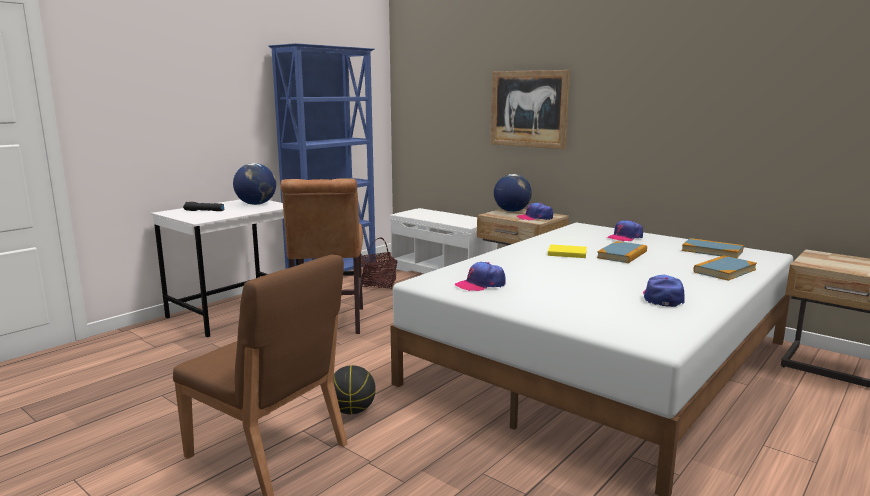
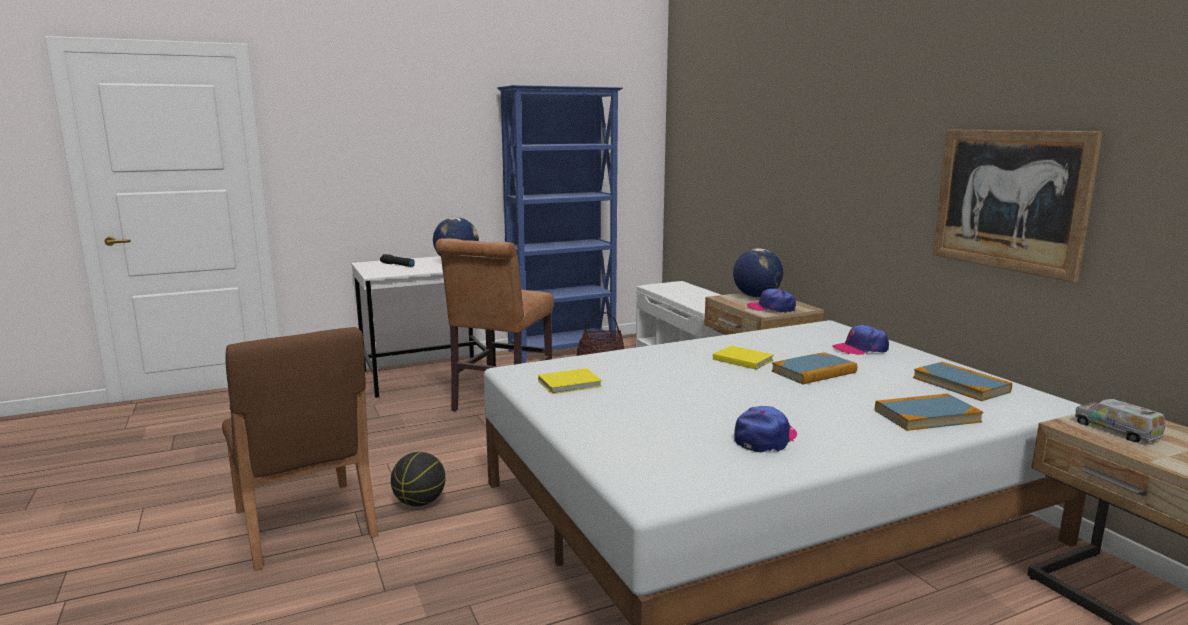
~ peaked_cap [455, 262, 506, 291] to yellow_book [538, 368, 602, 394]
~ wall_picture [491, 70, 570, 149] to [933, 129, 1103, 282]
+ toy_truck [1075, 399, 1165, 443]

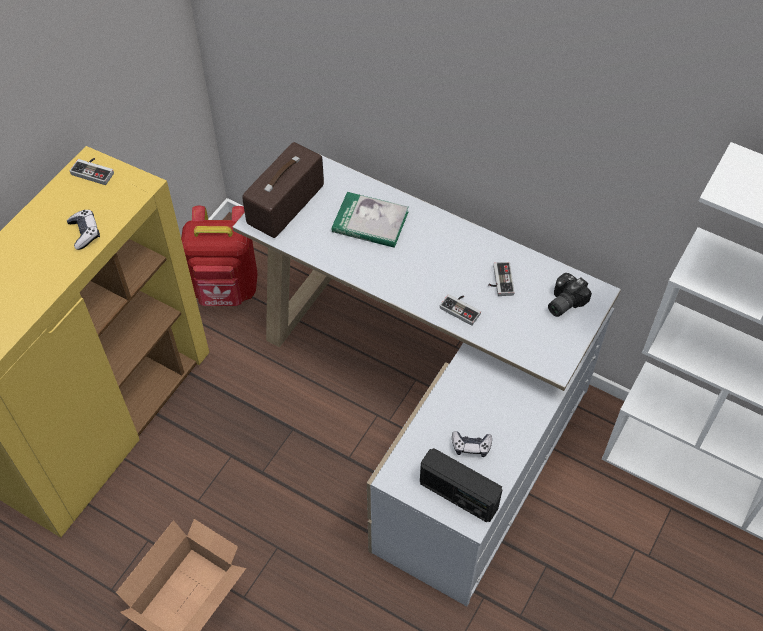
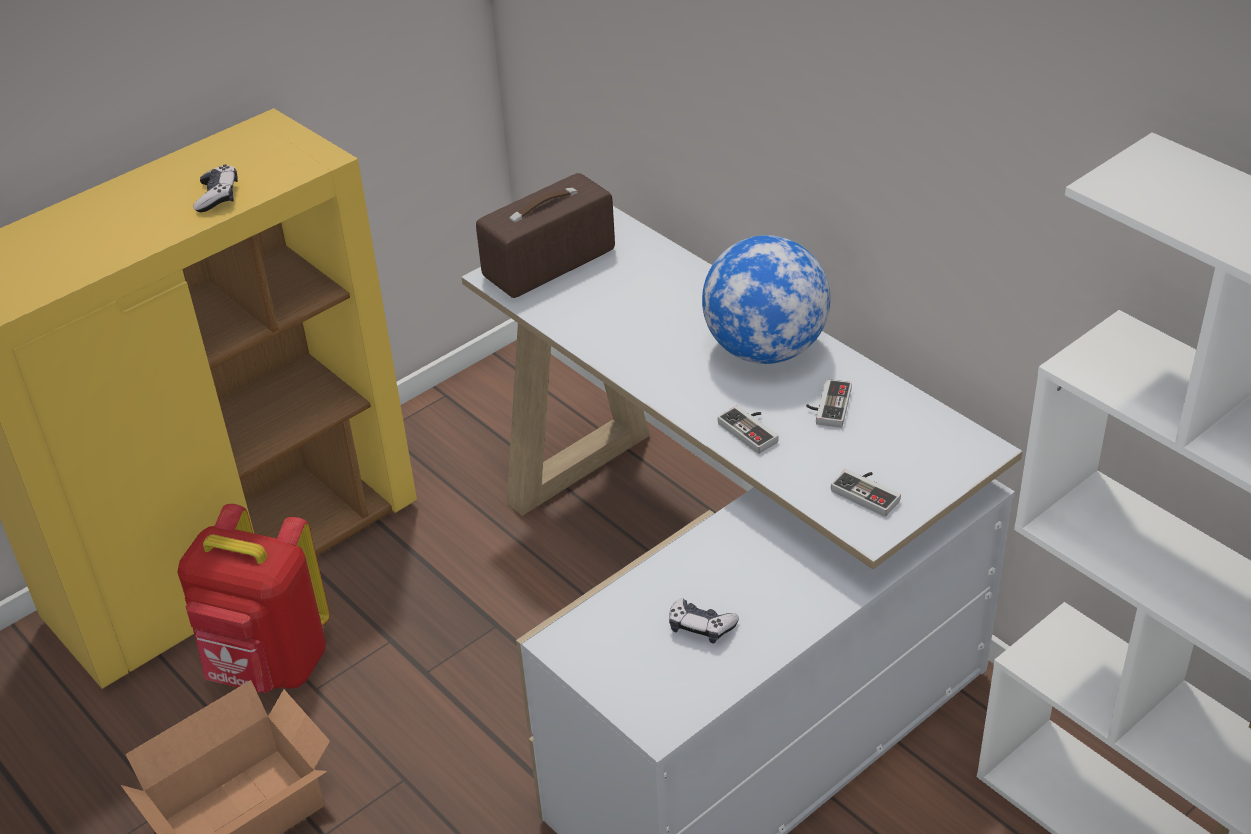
~ gamepad [70, 158, 114, 185] to [831, 469, 901, 517]
~ red-coloured_knapsack [181, 206, 258, 306] to [177, 504, 330, 693]
- book [332, 192, 409, 248]
- radio [420, 448, 502, 522]
- still_camera [548, 273, 592, 317]
+ desk_globe [702, 235, 830, 364]

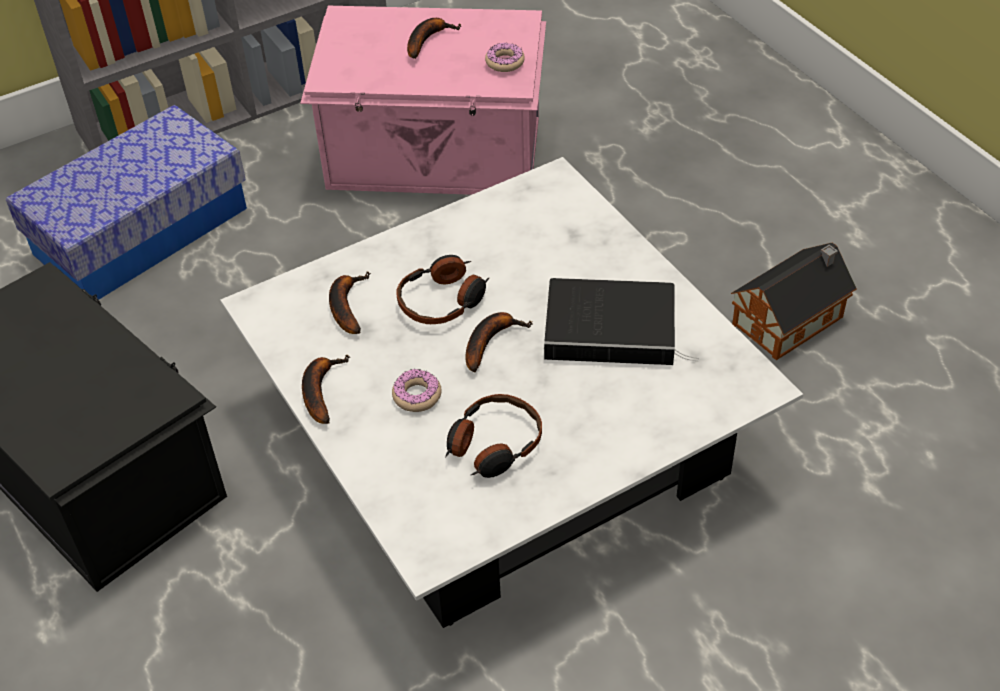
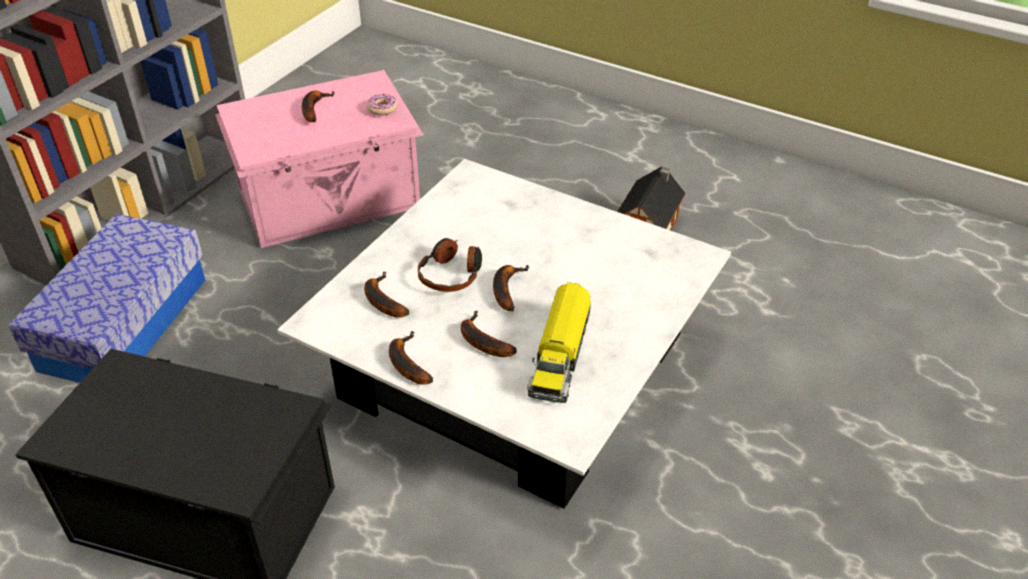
~ ring_doughnut [392, 369, 442, 412] to whole_banana [461, 310, 517, 357]
~ headphones [445, 394, 542, 478] to toy_truck [527, 282, 591, 403]
- book [544, 278, 699, 365]

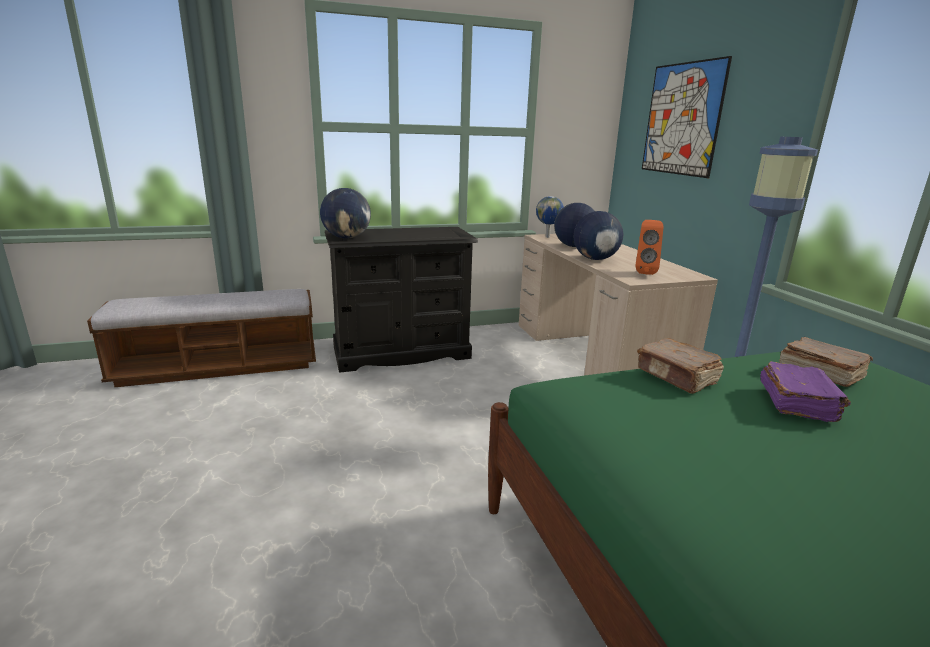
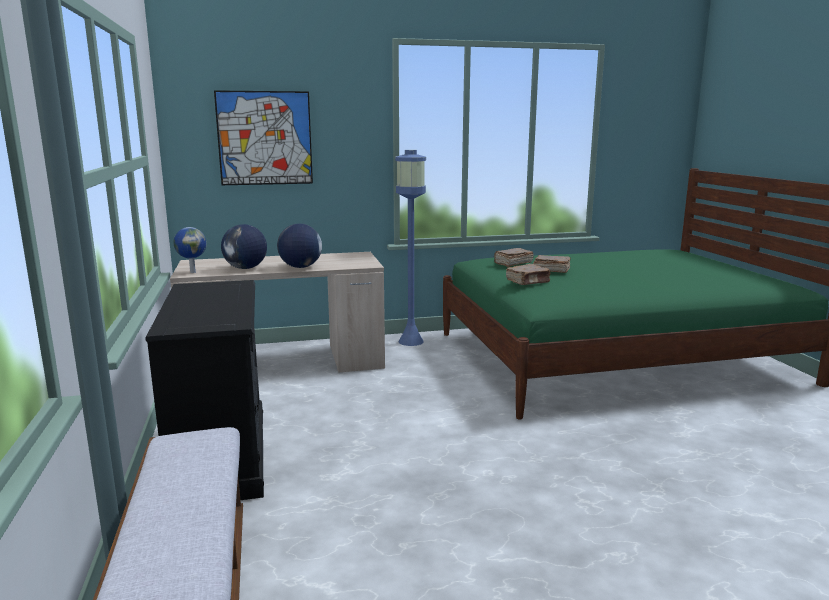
- desk_globe [320, 188, 371, 239]
- orangey_speaker [636, 220, 663, 275]
~ purplish_book [760, 361, 851, 422] to brownish_book [533, 255, 571, 273]

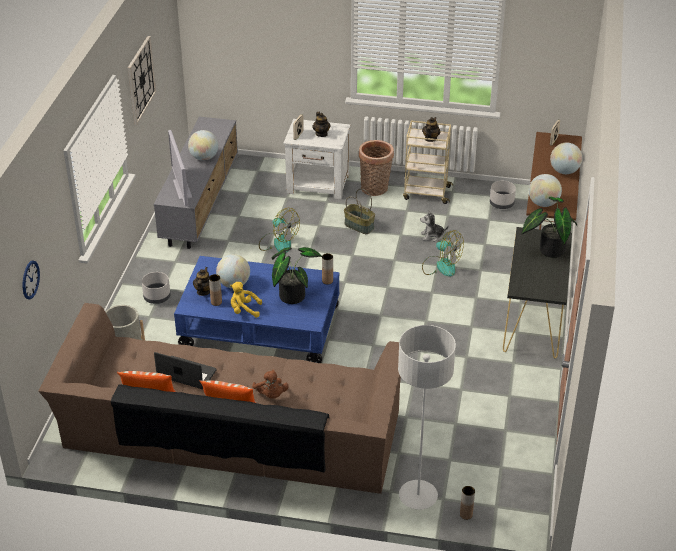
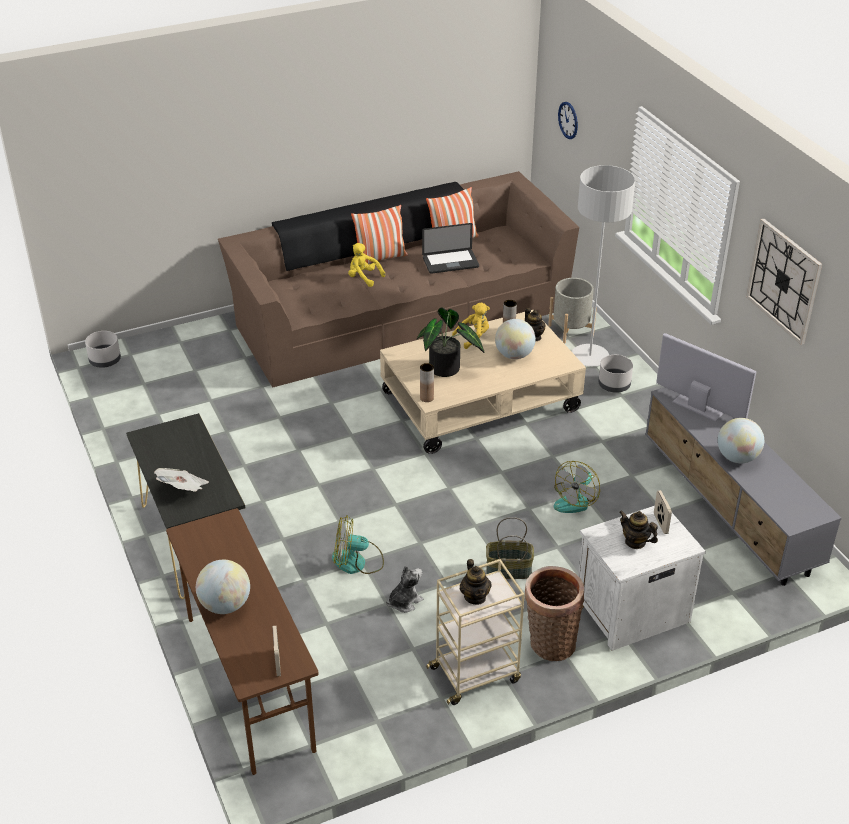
~ blue-coloured_low_table [174, 256, 339, 363] to sand-coloured_low_table [380, 310, 586, 454]
~ brownish_soft_toy [252, 370, 289, 399] to yellow_soft_toy [348, 243, 385, 287]
~ electric_fan [259, 208, 300, 253] = [553, 461, 600, 513] 60 degrees counterclockwise
~ grey_floor_lamp [398, 325, 456, 510] to [572, 165, 636, 367]
- brownish_decorative_vase [460, 486, 475, 520]
~ grey_flower_pot [490, 181, 516, 209] to [85, 331, 121, 368]
~ houseplant [521, 197, 577, 258] to daily_paper [154, 468, 209, 492]
- desk_globe [529, 174, 562, 207]

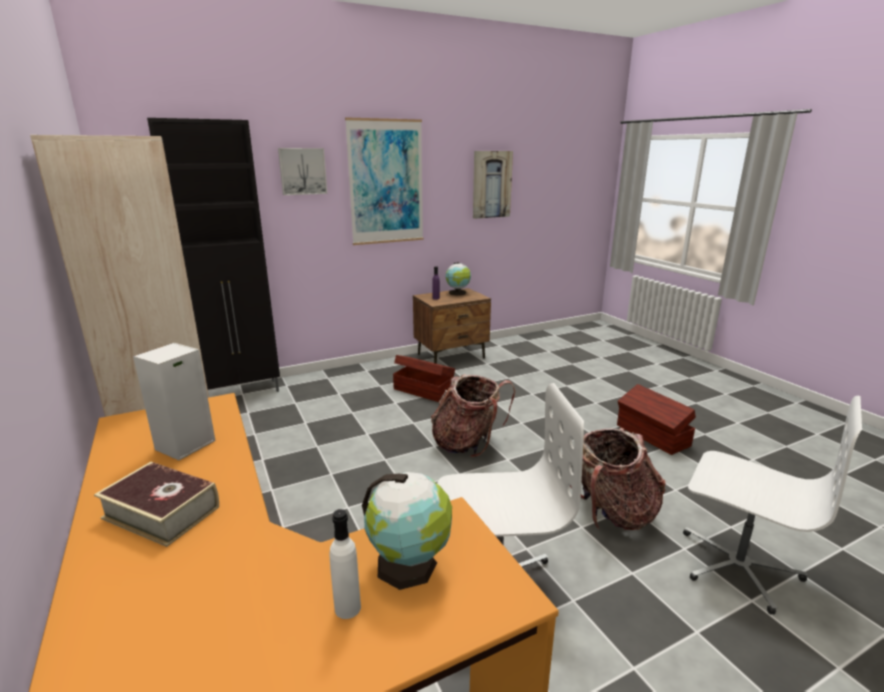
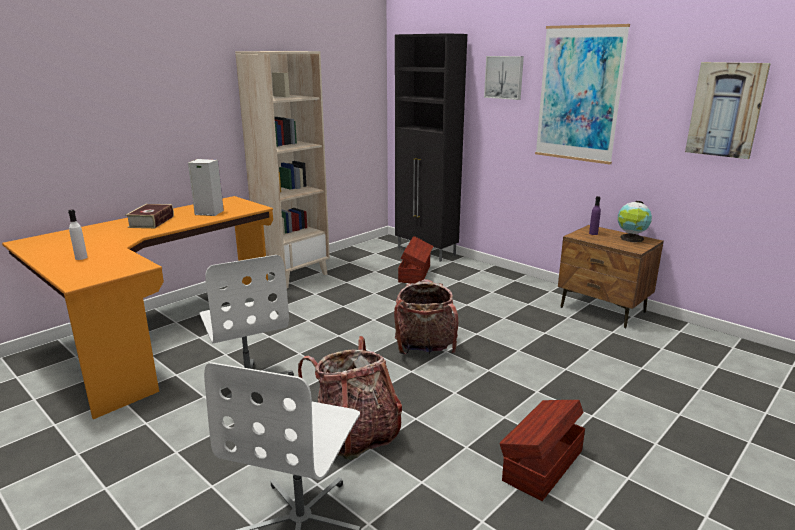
- desk_globe [362, 472, 452, 590]
~ brownish_storage_box [393, 355, 455, 402] to [398, 236, 434, 284]

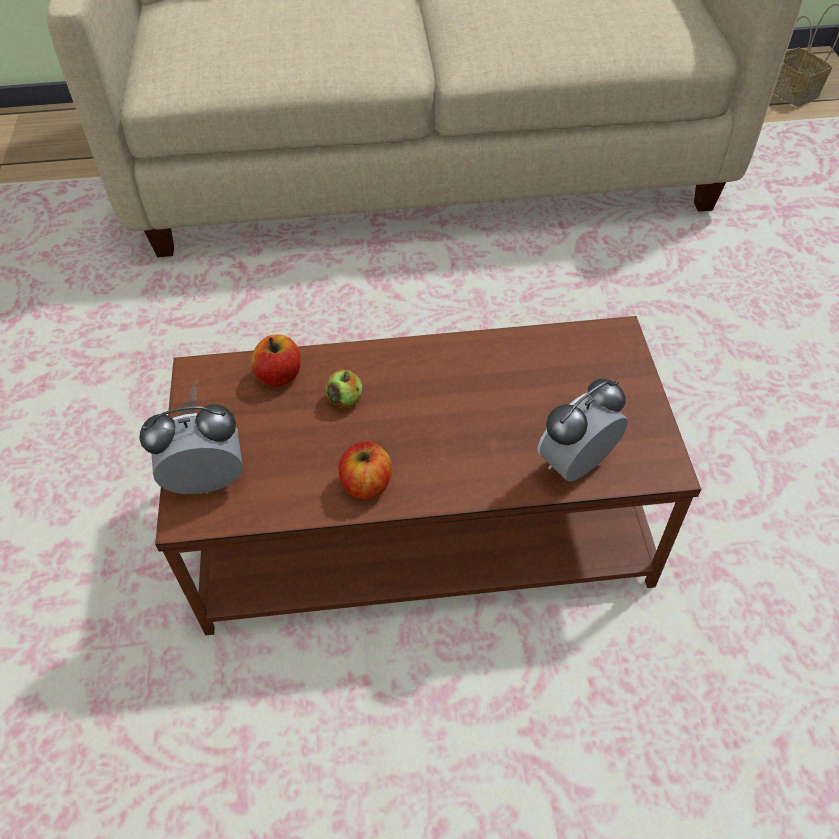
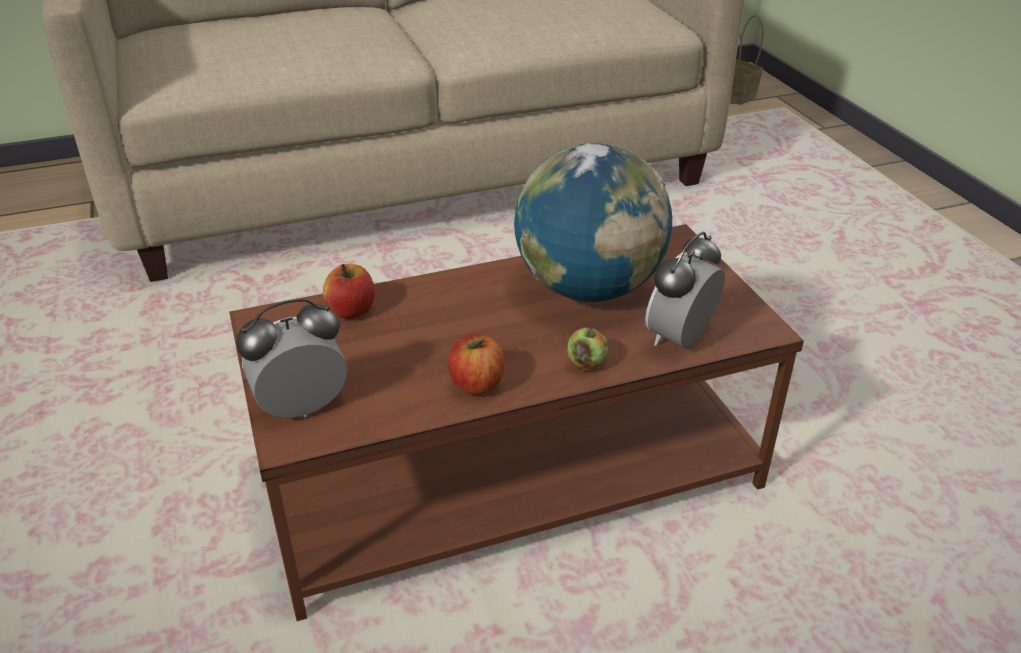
~ whole_apple [326, 370, 363, 408] to [567, 326, 608, 371]
+ desk_globe [514, 143, 672, 302]

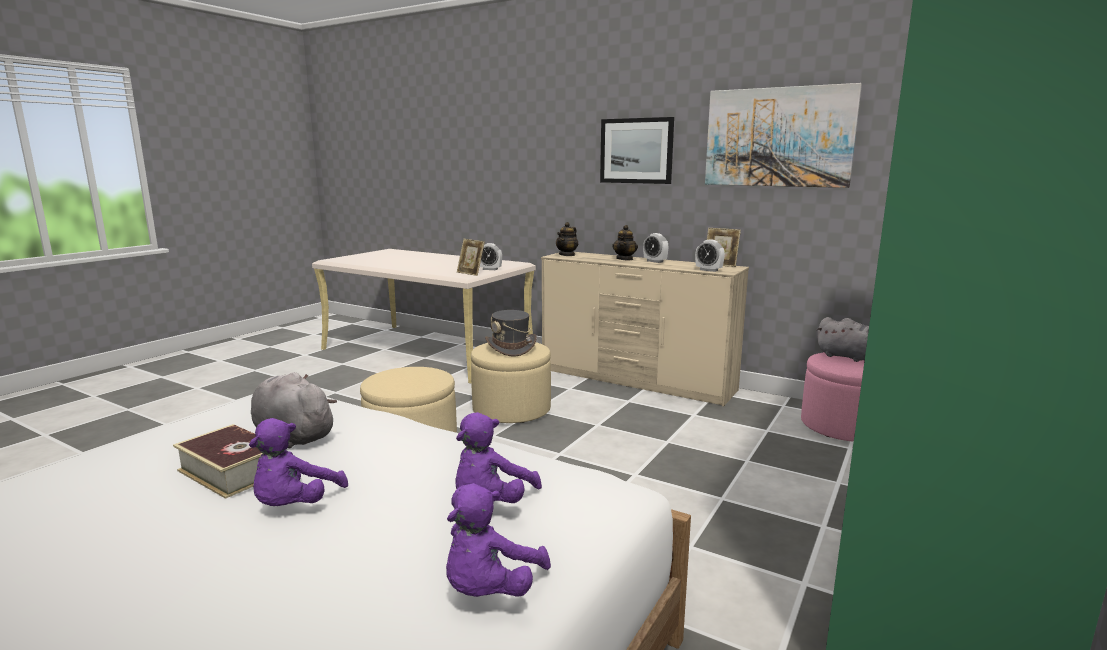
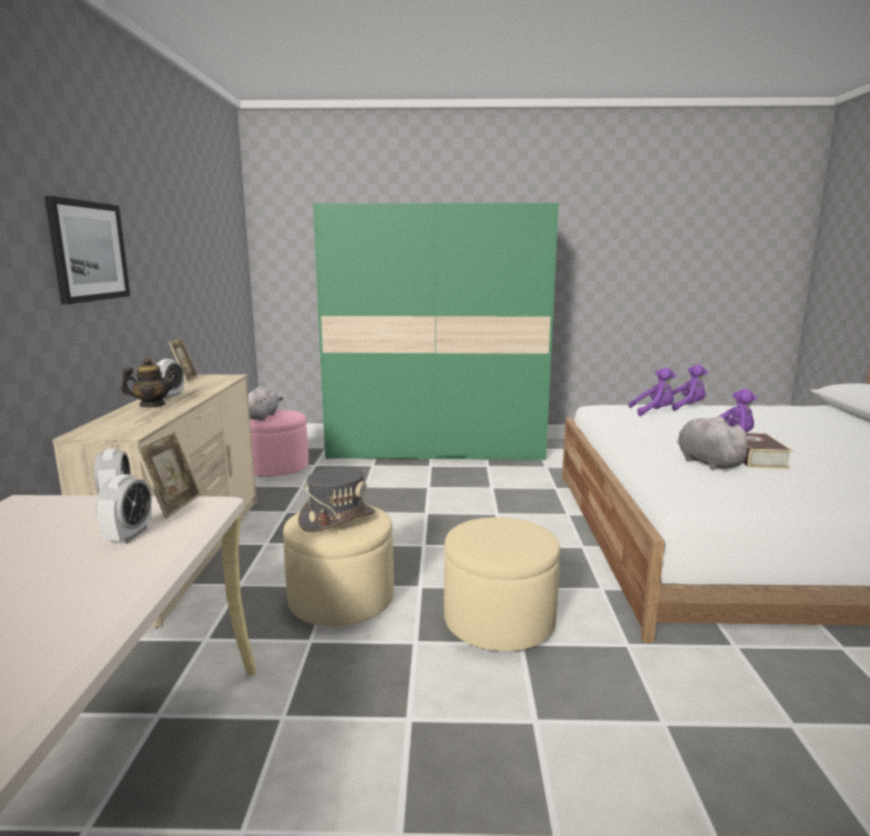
~ grey_soft_toy [251, 372, 337, 448] = [677, 416, 754, 470] 150 degrees clockwise
- teapot [556, 222, 578, 256]
~ table_clock [695, 239, 725, 272] to [96, 474, 152, 544]
- wall_picture [705, 83, 862, 188]

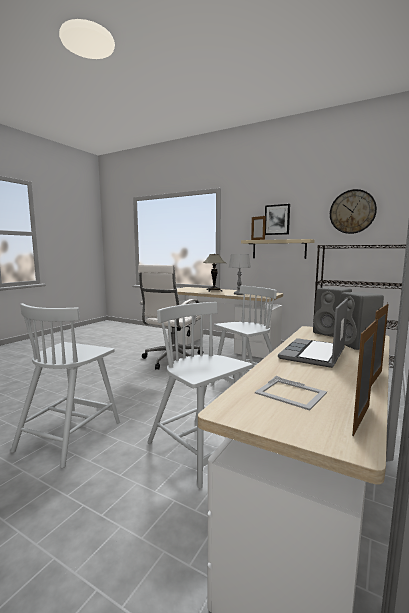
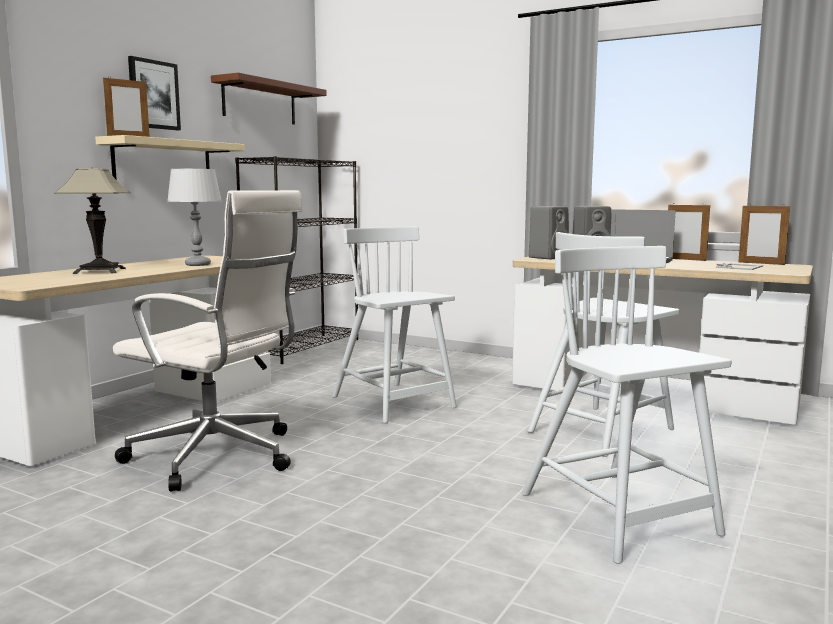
~ white_chair [10, 303, 120, 468] = [522, 246, 731, 564] 135 degrees counterclockwise
~ clock_on_the_wall [330, 189, 377, 234] to brownish_wall_shelf [211, 73, 327, 124]

